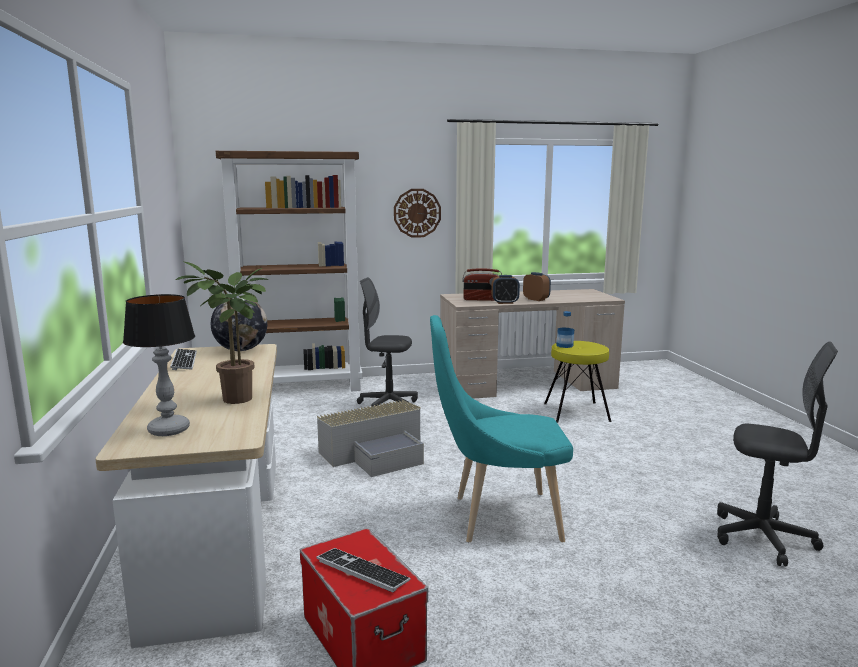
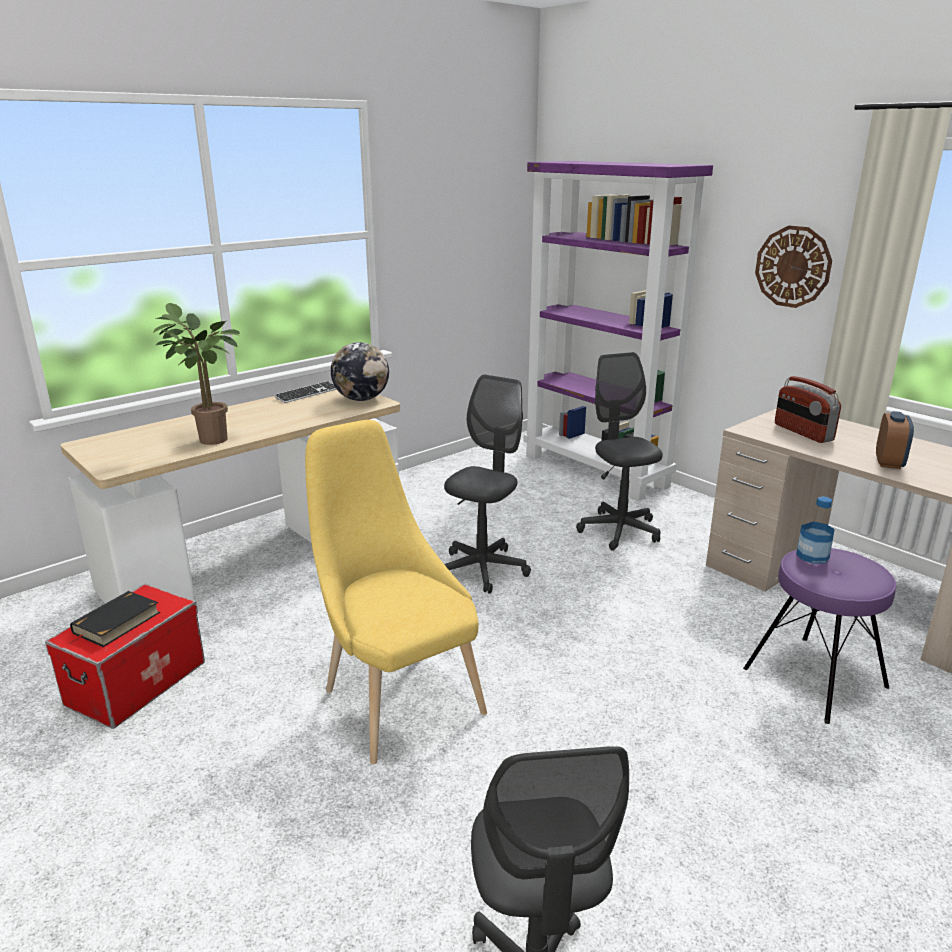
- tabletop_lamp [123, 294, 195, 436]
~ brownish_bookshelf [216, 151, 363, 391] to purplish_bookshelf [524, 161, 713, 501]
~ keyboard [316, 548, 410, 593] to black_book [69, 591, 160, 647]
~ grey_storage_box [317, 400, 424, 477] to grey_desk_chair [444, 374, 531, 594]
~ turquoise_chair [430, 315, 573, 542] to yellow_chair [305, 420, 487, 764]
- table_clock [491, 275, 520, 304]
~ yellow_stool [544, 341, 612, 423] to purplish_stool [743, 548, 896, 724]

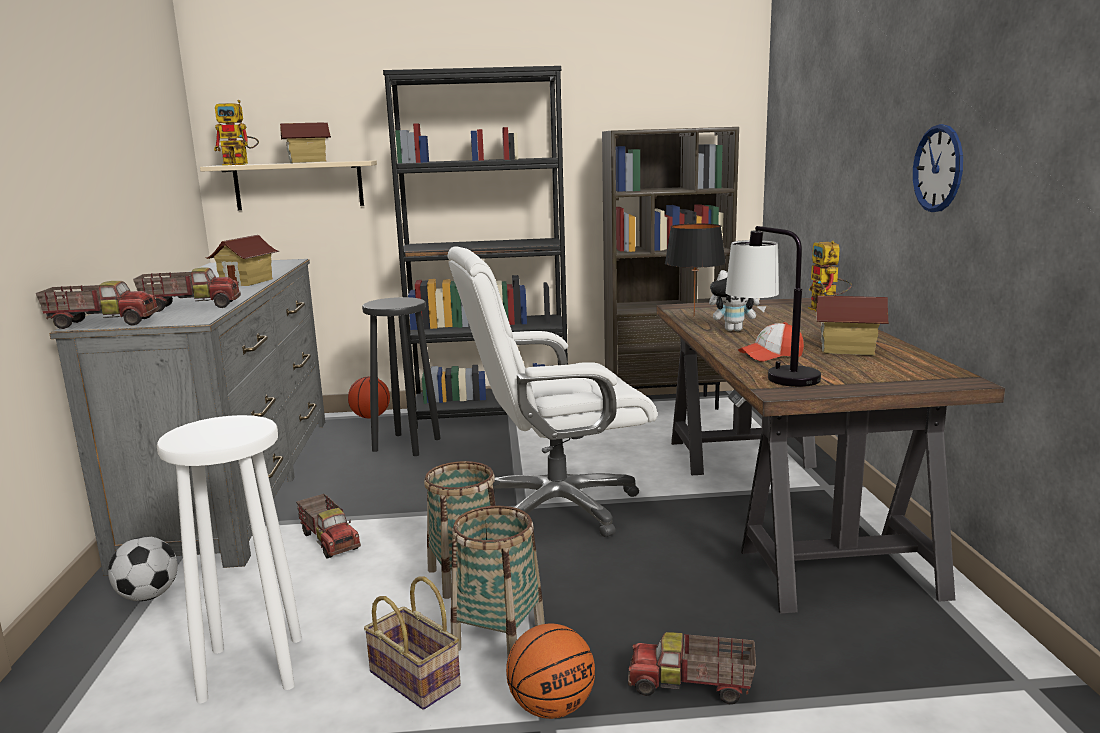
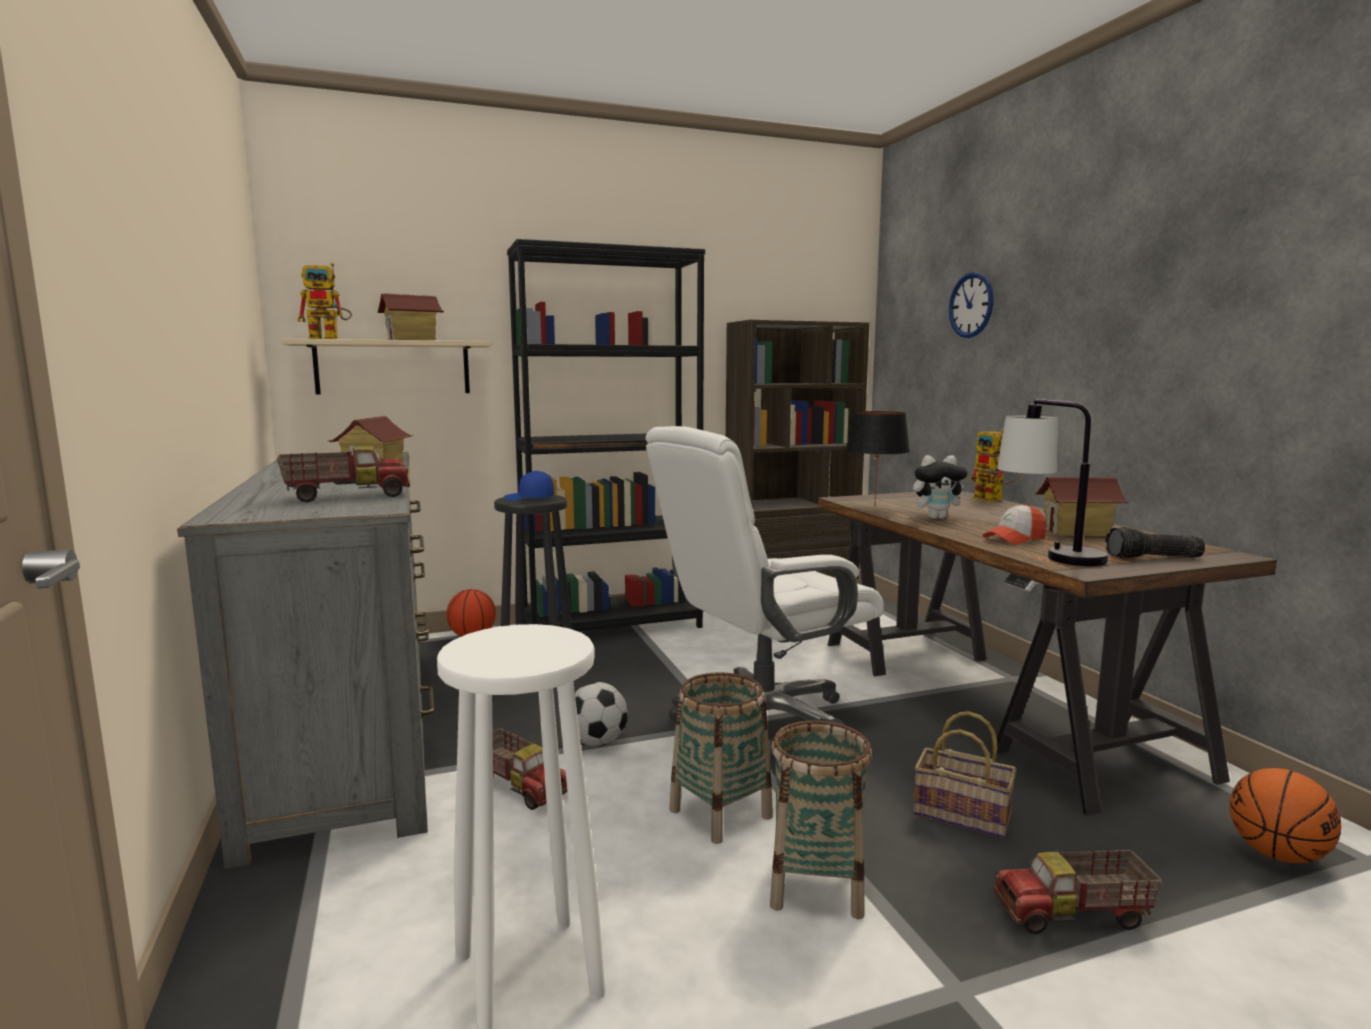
- toy_truck [36, 281, 159, 329]
~ football [108, 536, 178, 601] to [575, 682, 628, 746]
~ storage_basket [364, 576, 461, 710] to [914, 711, 1017, 838]
~ basketball_ball [506, 624, 595, 719] to [1230, 768, 1341, 863]
~ clock_on_the_wall [913, 124, 963, 212] to [949, 272, 993, 338]
+ blue-coloured_peaked_cap [504, 471, 554, 501]
+ torch [1105, 527, 1205, 558]

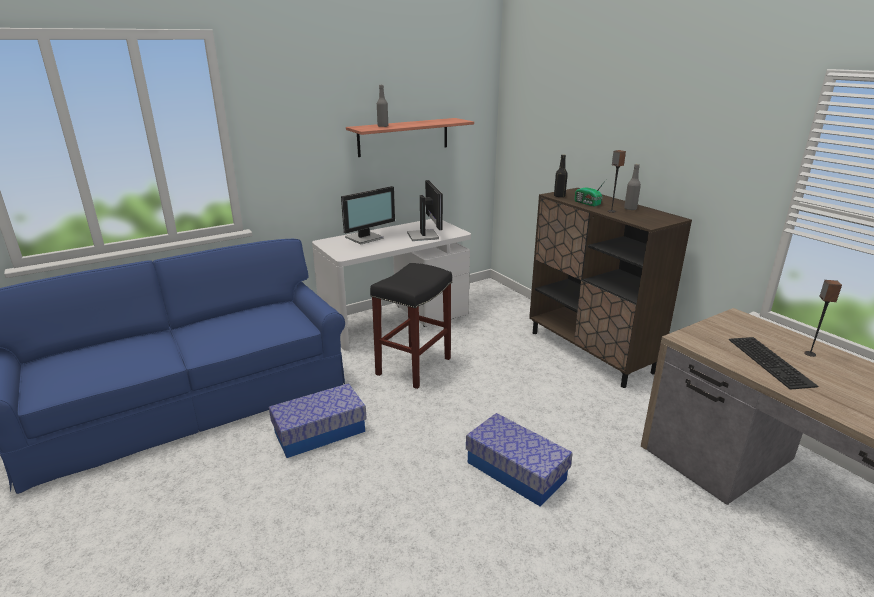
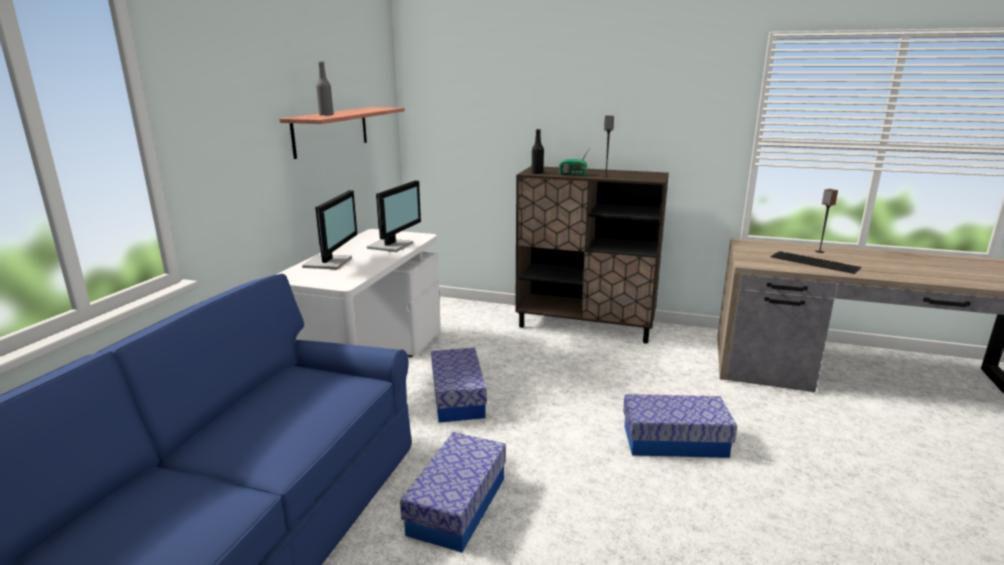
~ black_stool [370, 263, 452, 389] to storage_box [431, 348, 487, 423]
~ computer_display [407, 180, 443, 241] = [367, 181, 421, 252] 75 degrees clockwise
- grey_beverage_bottle [624, 164, 641, 210]

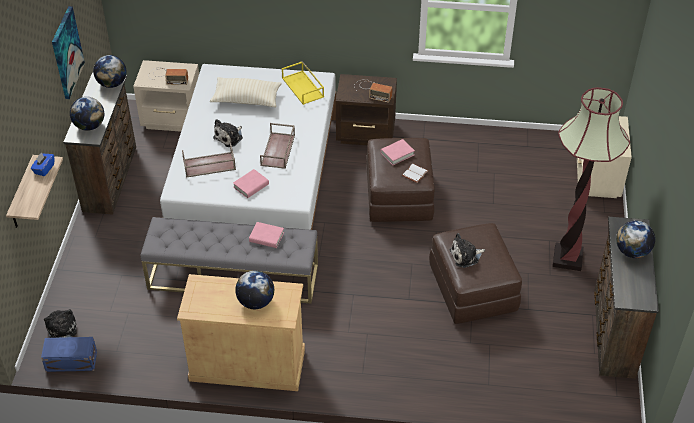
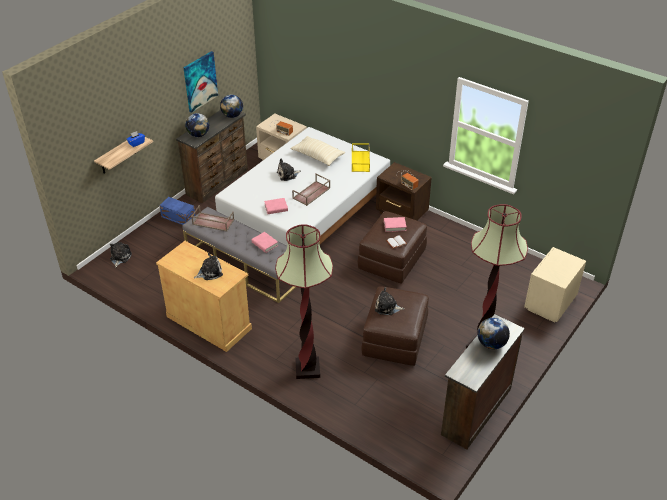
~ blue-coloured_storage_box [41, 337, 97, 372] to [159, 197, 195, 225]
~ brownish_tray [182, 143, 236, 178] to [191, 205, 234, 231]
~ desk_globe [235, 270, 274, 309] to soft_toy [194, 253, 223, 280]
+ floor_lamp [275, 224, 333, 379]

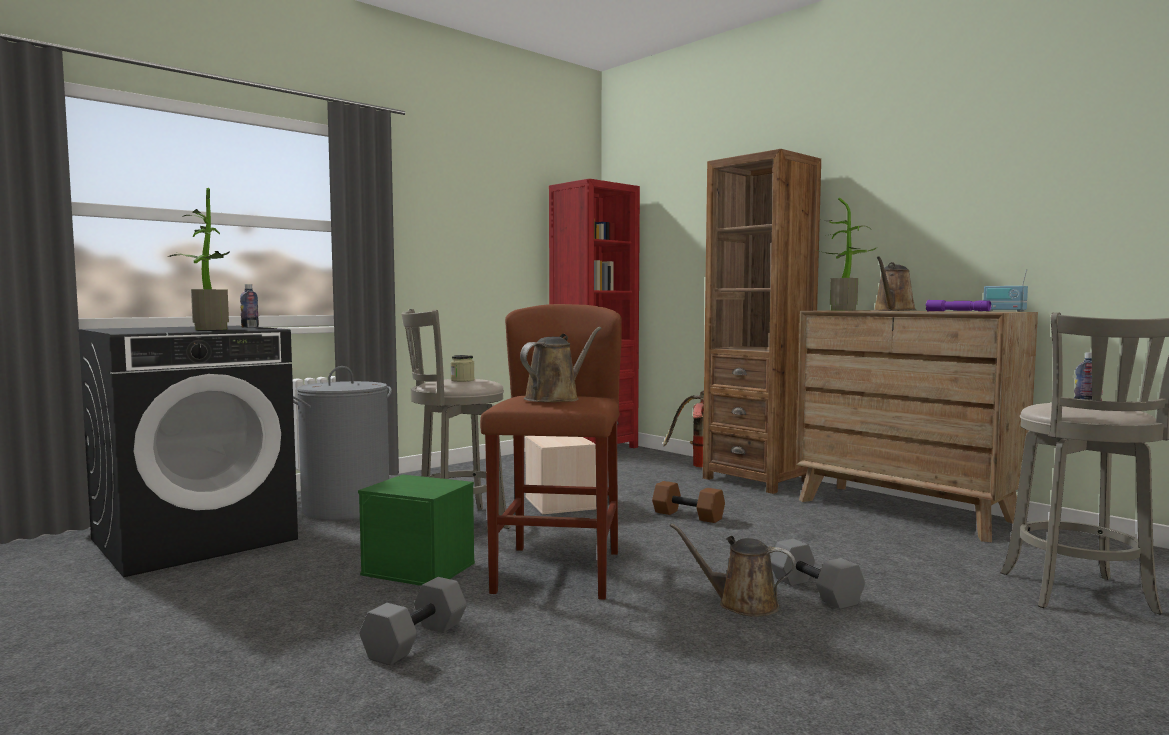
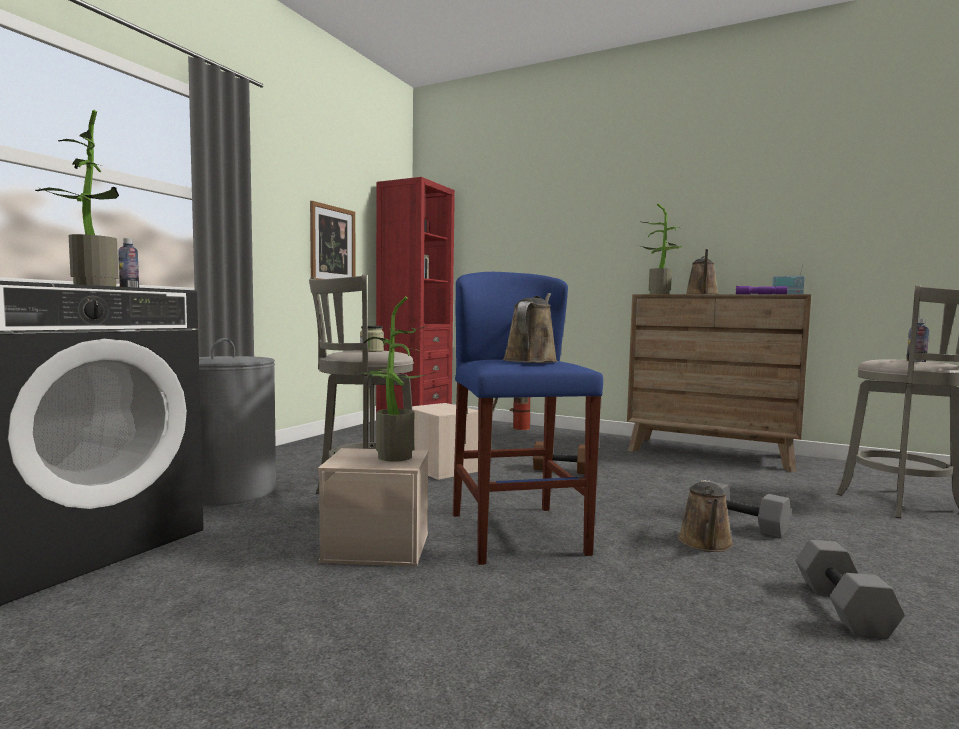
~ green_storage_box [358, 474, 475, 586] to sand-coloured_storage_box [318, 448, 429, 567]
~ grey_free_weight [359, 577, 467, 665] to [796, 540, 905, 639]
~ brownish_stool [480, 304, 622, 600] to blue-coloured_stool [453, 272, 603, 565]
~ brownish_watering_pot [670, 523, 796, 617] = [678, 480, 734, 552] 75 degrees counterclockwise
- brownish_bookshelf [703, 149, 821, 494]
+ wall_picture [310, 201, 355, 280]
+ houseplant [345, 296, 435, 462]

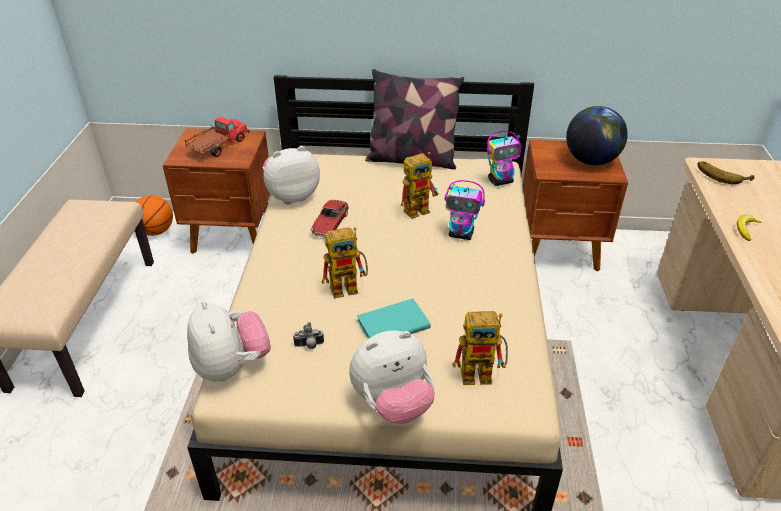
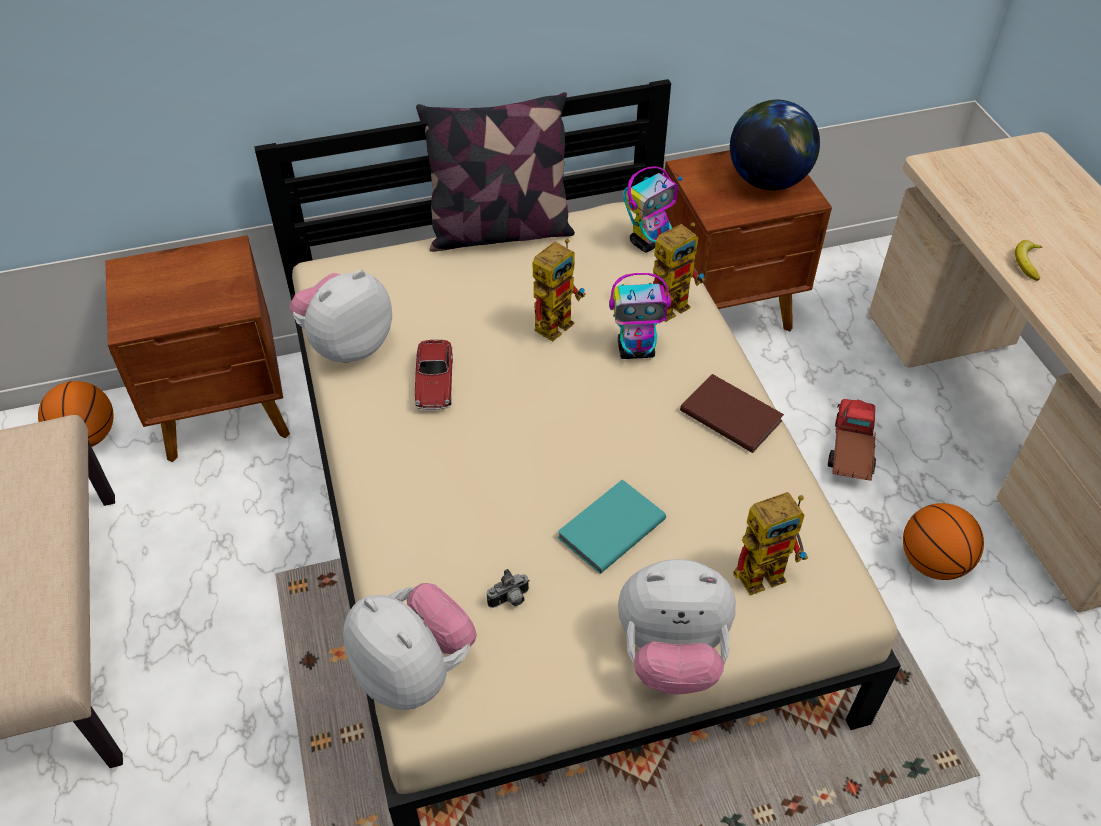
~ toy_truck [184, 117, 249, 157] to [828, 399, 876, 481]
~ toy_robot [322, 227, 368, 298] to [653, 222, 705, 322]
~ soft_toy [349, 330, 435, 424] = [618, 559, 736, 694] 45 degrees clockwise
- whole_banana [697, 161, 755, 184]
+ brownish_book [680, 374, 784, 453]
+ basketball_ball [903, 503, 984, 580]

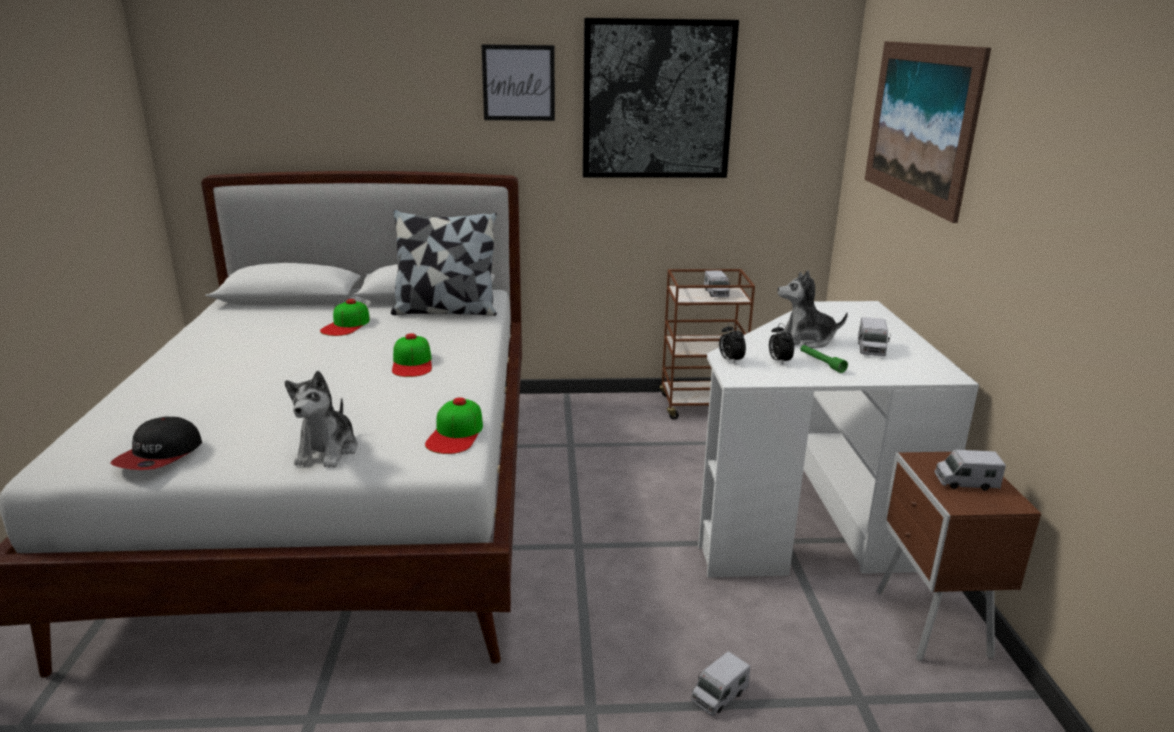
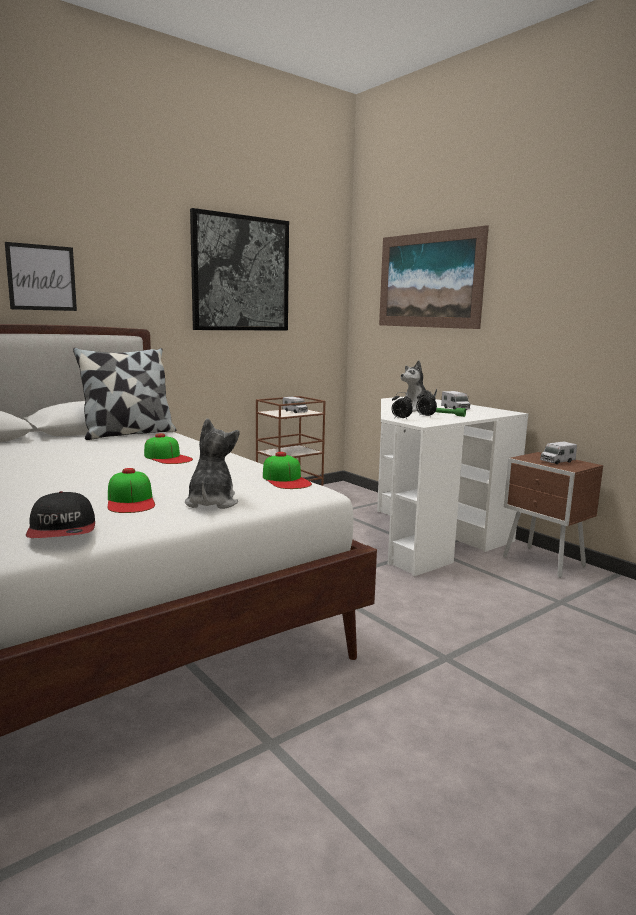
~ soft_toy [285, 371, 358, 468] = [185, 418, 240, 509] 150 degrees counterclockwise
~ peaked_cap [320, 299, 370, 336] to [108, 468, 155, 513]
~ wall_picture [482, 44, 555, 121] to [5, 242, 77, 311]
- toy_truck [691, 651, 751, 716]

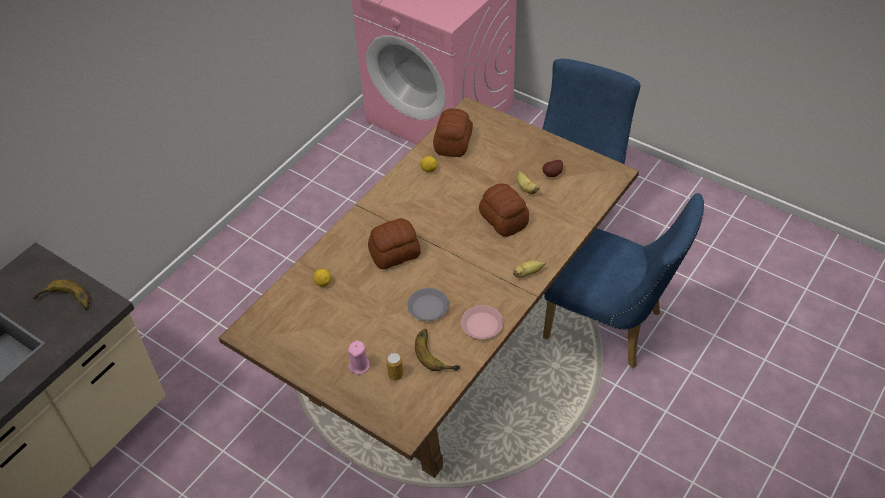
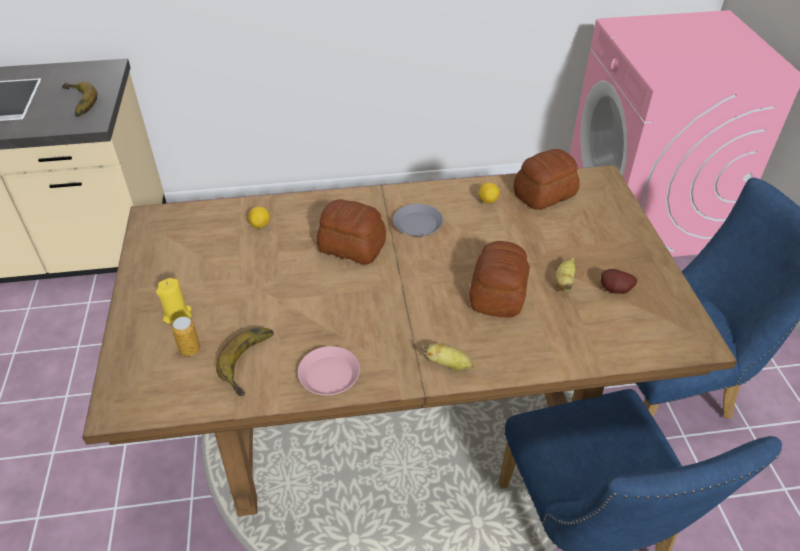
~ pink-coloured_wax_candle [348, 341, 370, 375] to yellow_wax_candle [156, 278, 192, 324]
~ grey_dinner_plate [407, 288, 449, 321] to [393, 204, 443, 236]

